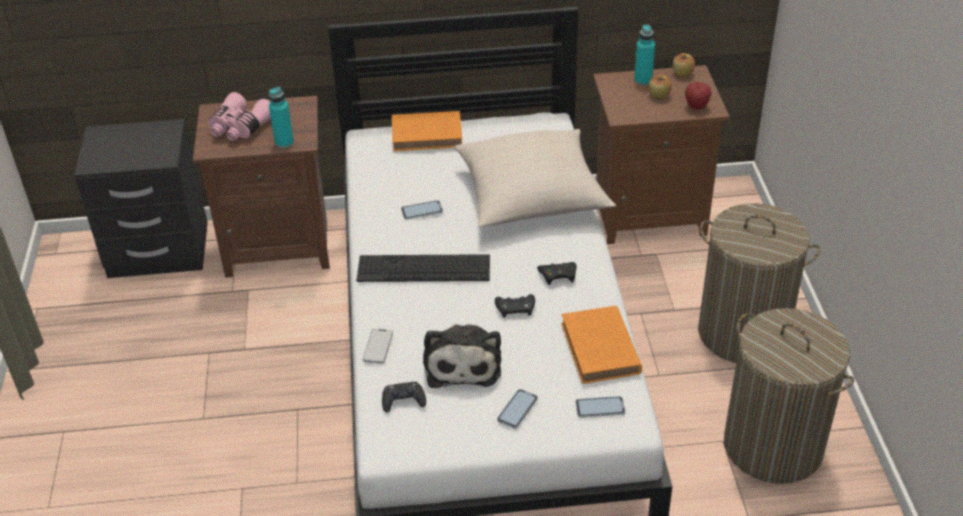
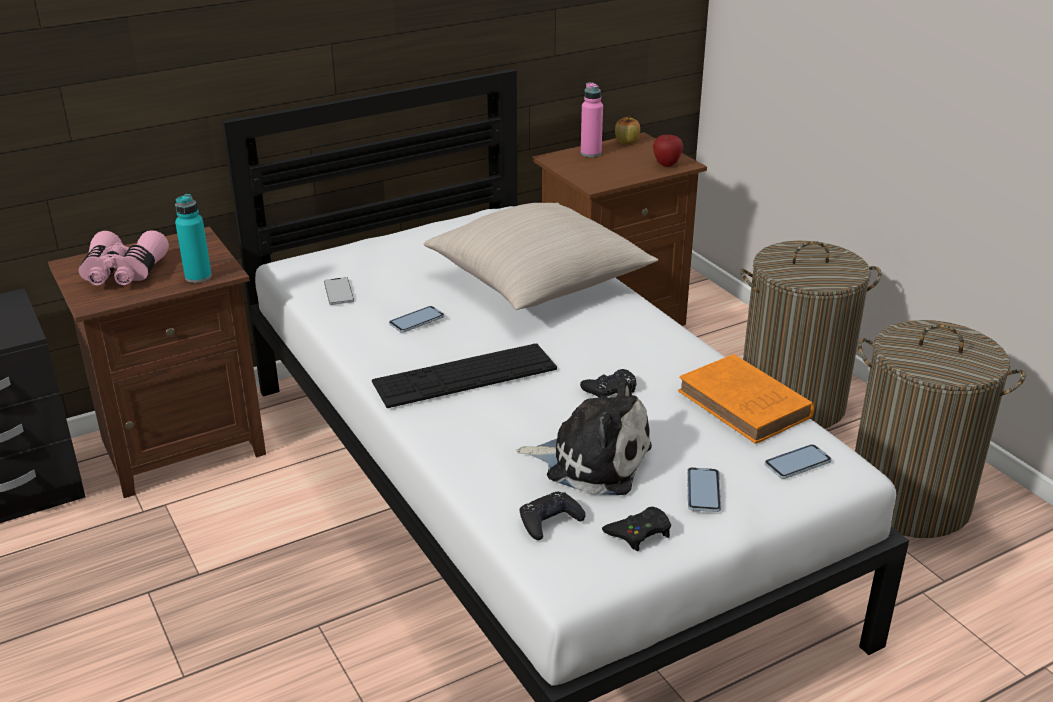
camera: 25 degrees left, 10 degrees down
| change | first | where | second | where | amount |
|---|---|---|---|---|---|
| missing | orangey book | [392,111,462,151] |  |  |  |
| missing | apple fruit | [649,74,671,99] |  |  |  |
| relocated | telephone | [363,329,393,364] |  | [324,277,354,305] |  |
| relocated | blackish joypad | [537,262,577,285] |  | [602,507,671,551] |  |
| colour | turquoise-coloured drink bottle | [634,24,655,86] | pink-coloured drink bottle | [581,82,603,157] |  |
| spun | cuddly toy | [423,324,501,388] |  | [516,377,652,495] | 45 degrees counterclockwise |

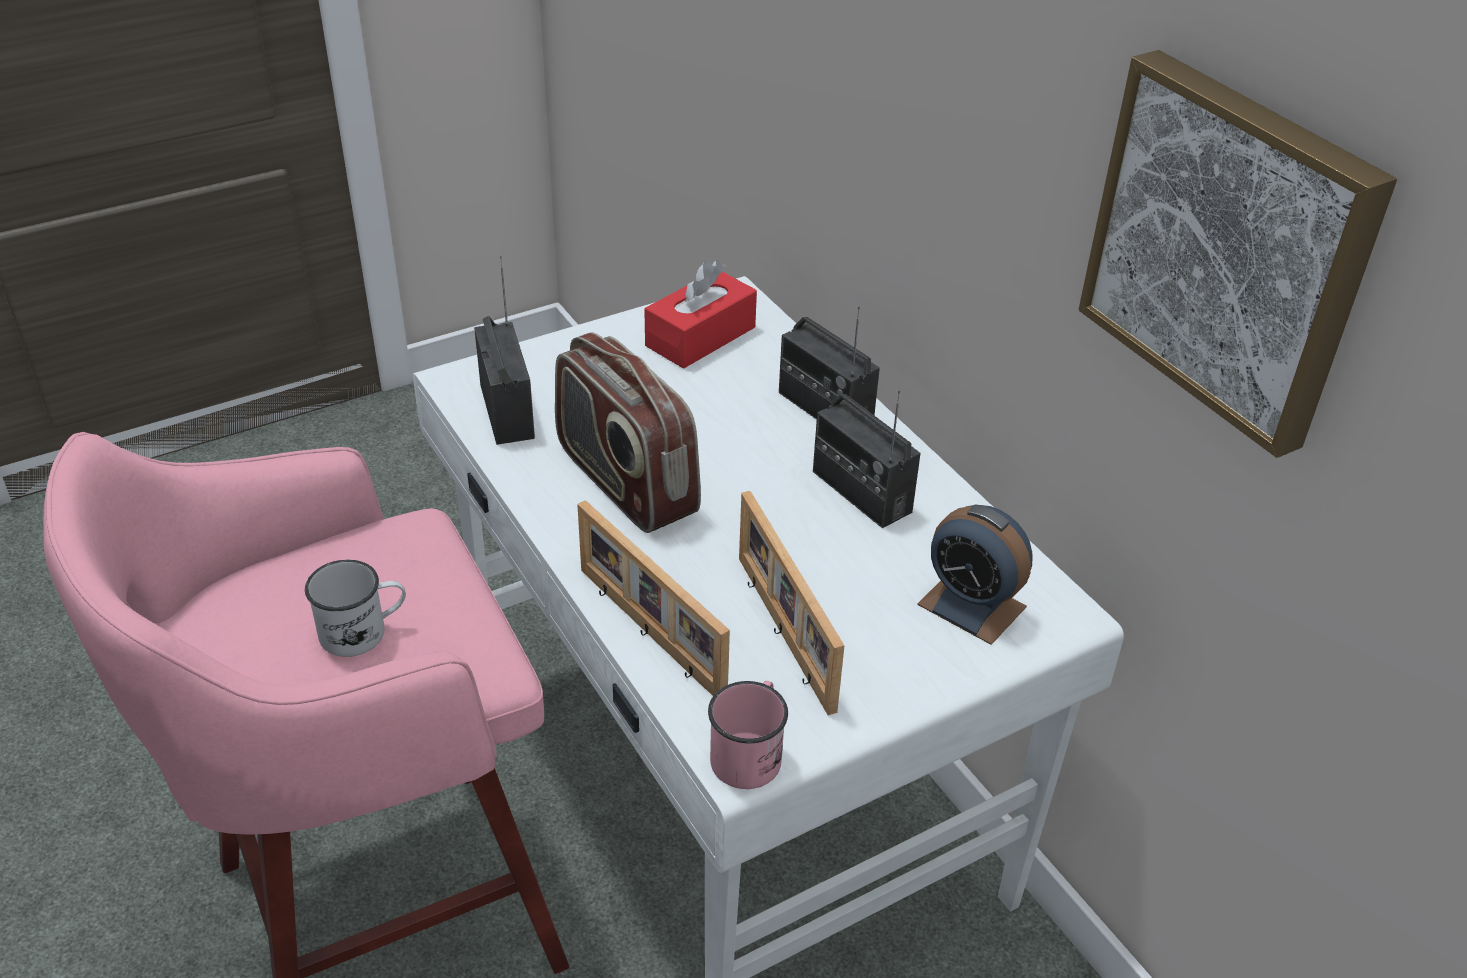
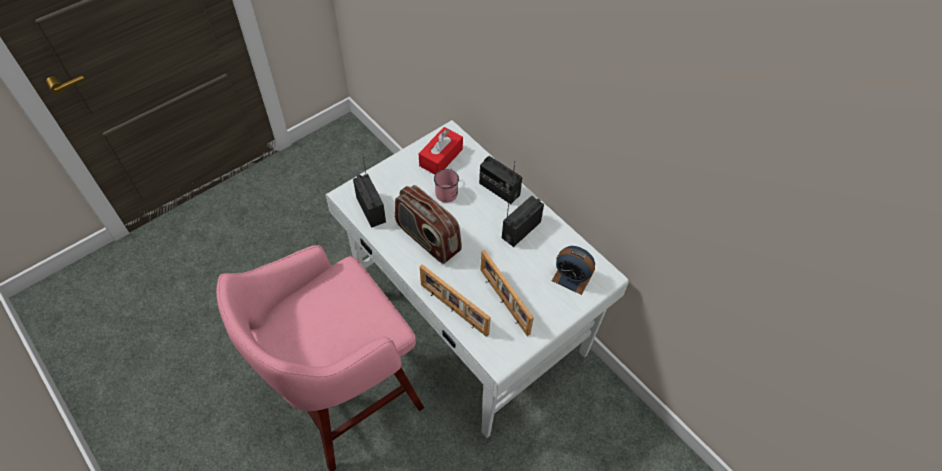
camera: 10 degrees left, 15 degrees up
| change | first | where | second | where | amount |
|---|---|---|---|---|---|
| missing | whitish coffee mug | [305,560,406,657] |  |  |  |
| missing | wall art | [1078,50,1397,458] |  |  |  |
| relocated | pink-coloured coffee mug | [708,681,788,789] |  | [434,168,459,203] |  |
| spun | radio | [813,390,921,528] |  | [502,196,544,247] | 90 degrees clockwise |

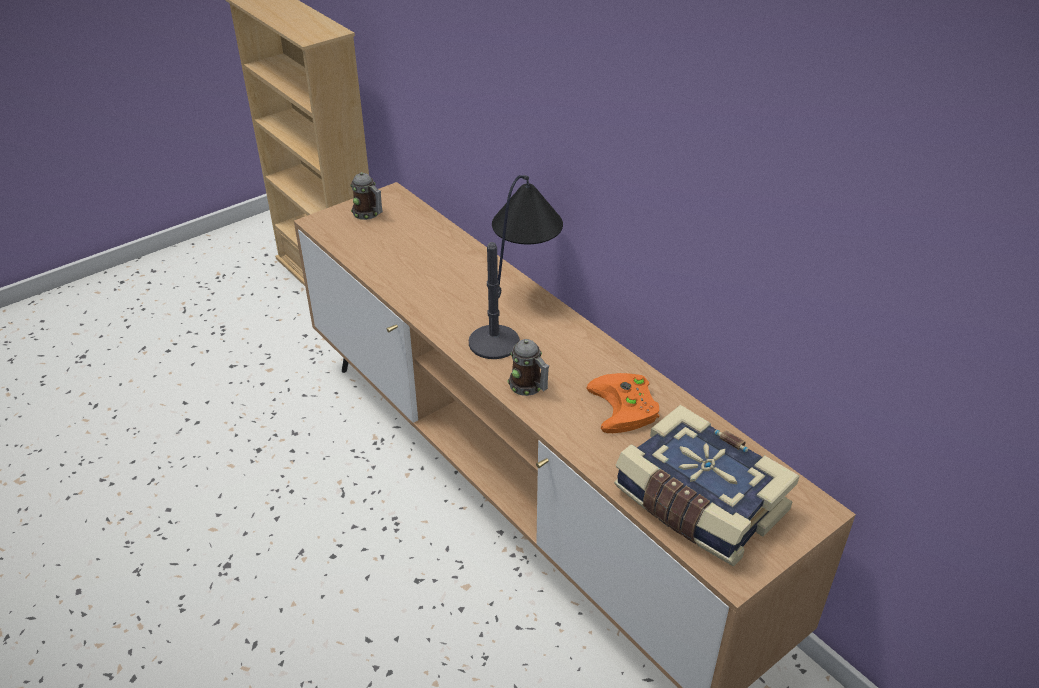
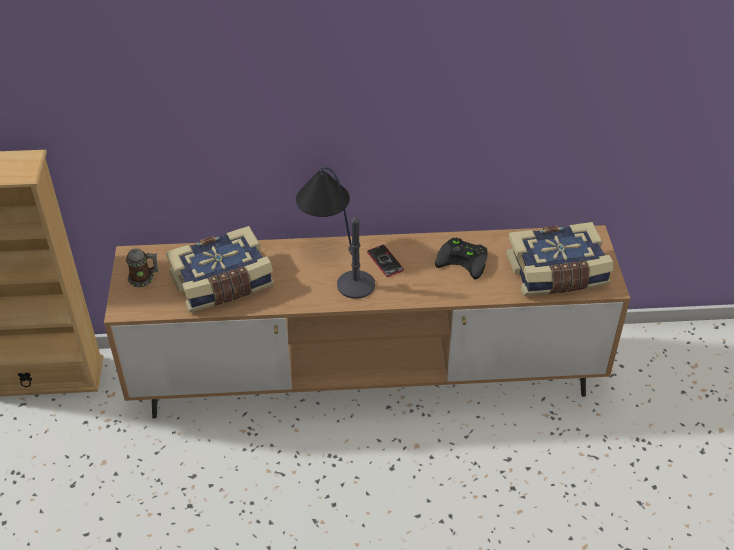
camera: 55 degrees left, 5 degrees up
| change | first | where | second | where | amount |
|---|---|---|---|---|---|
| missing | coffee mug | [507,339,549,396] |  |  |  |
| appeared |  |  | book | [166,226,274,313] |  |
| appeared |  |  | telephone | [367,245,404,277] |  |
| colour | orangey joypad | [586,373,659,433] | blackish joypad | [435,238,488,279] |  |

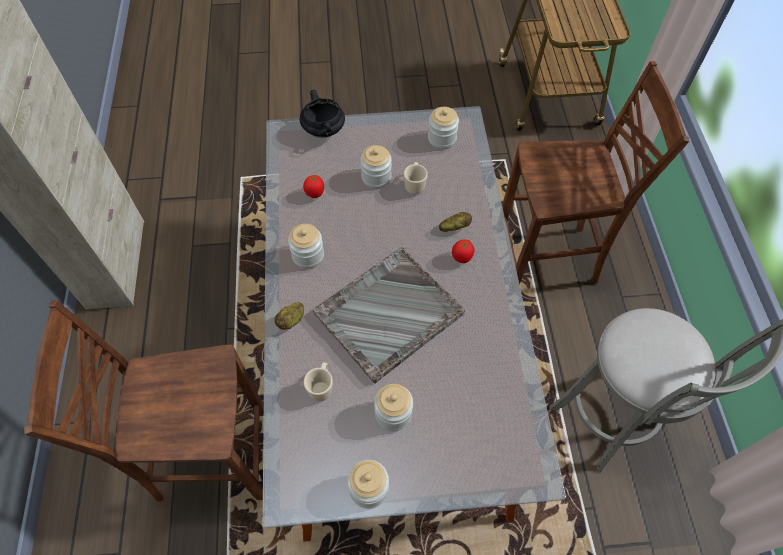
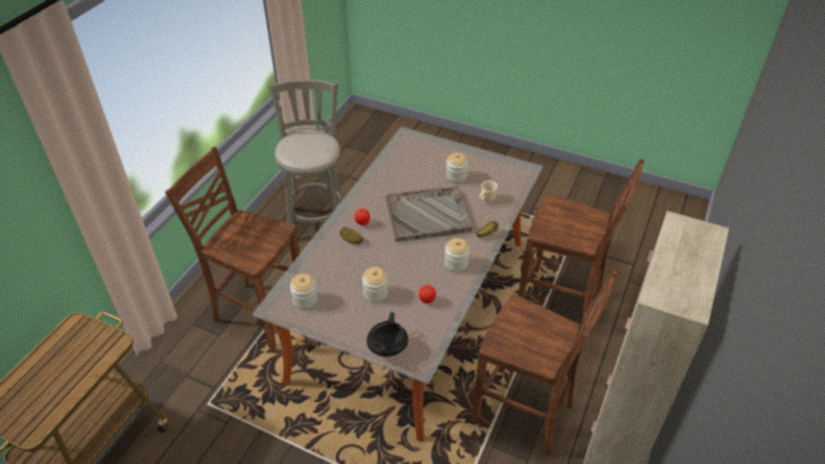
camera: 150 degrees left, 15 degrees down
| change | first | where | second | where | amount |
|---|---|---|---|---|---|
| missing | preserve jar | [347,460,389,509] |  |  |  |
| missing | beige-coloured coffee mug | [404,162,428,194] |  |  |  |
| appeared |  |  | brown-coloured chair | [471,271,617,455] |  |

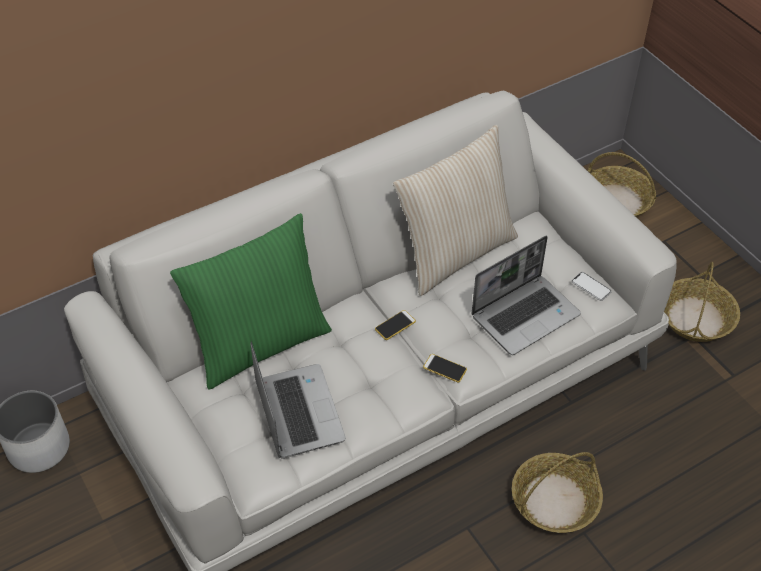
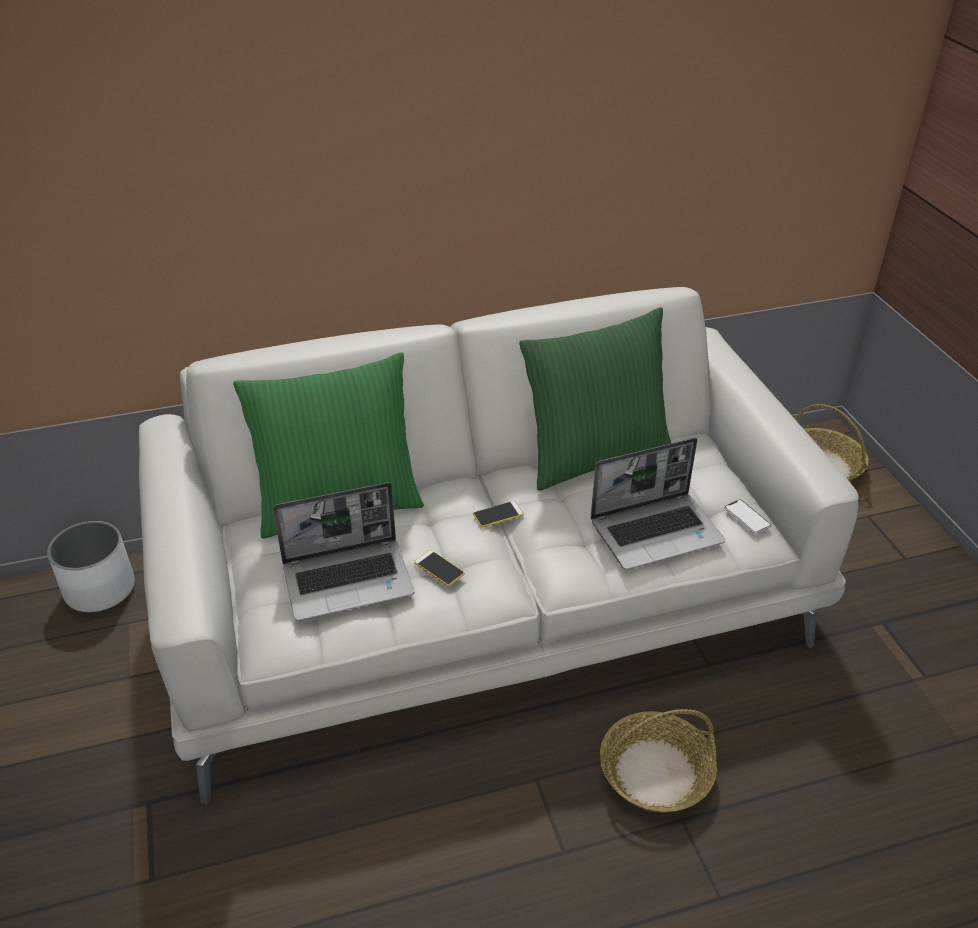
camera: 15 degrees right, 10 degrees down
| change | first | where | second | where | amount |
|---|---|---|---|---|---|
| missing | storage basket | [664,262,740,342] |  |  |  |
| relocated | telephone | [423,354,467,383] |  | [414,550,465,586] |  |
| colour | beige-coloured throw pillow | [393,125,518,296] | greenish throw pillow | [519,307,671,491] |  |
| spun | portable computer | [251,342,346,458] |  | [273,482,414,621] | 75 degrees clockwise |

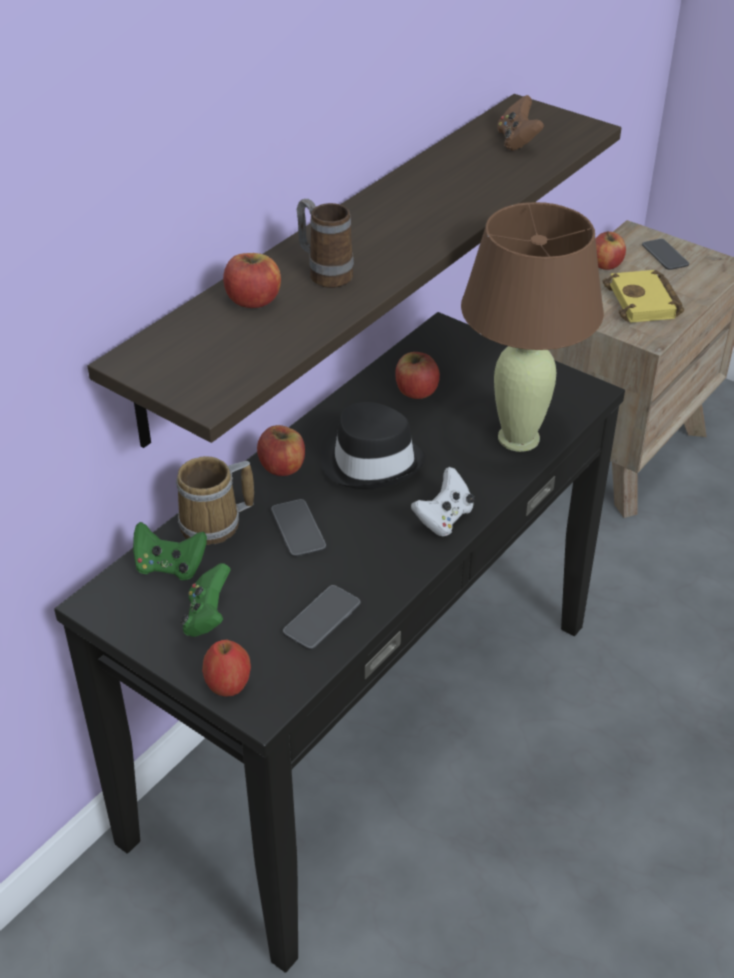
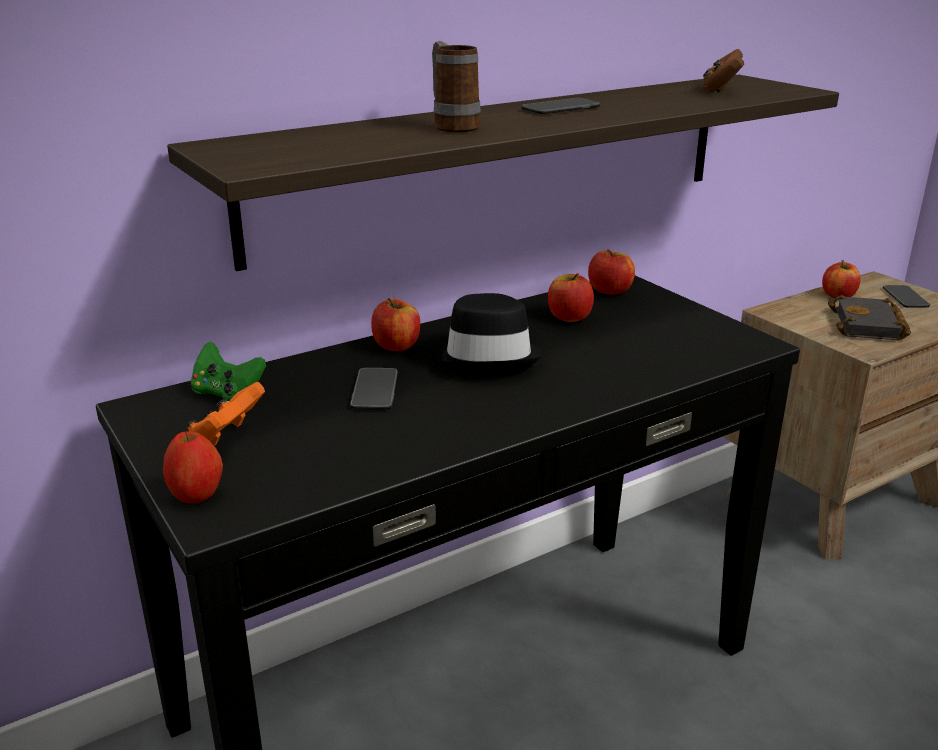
camera: 20 degrees right, 15 degrees down
| change | first | where | second | where | amount |
|---|---|---|---|---|---|
| missing | coffee mug | [176,456,254,545] |  |  |  |
| missing | whitish joypad | [411,467,475,536] |  |  |  |
| missing | brown-coloured tabletop lamp | [461,202,604,452] |  |  |  |
| relocated | apple fruit | [223,253,281,308] |  | [588,249,635,295] |  |
| relocated | telephone | [282,585,361,650] |  | [521,98,601,114] |  |
| colour | greenish joypad | [181,563,231,637] | orangey joypad | [186,382,265,446] |  |
| colour | yellow-coloured book | [603,270,684,323] | blackish book | [828,295,911,340] |  |

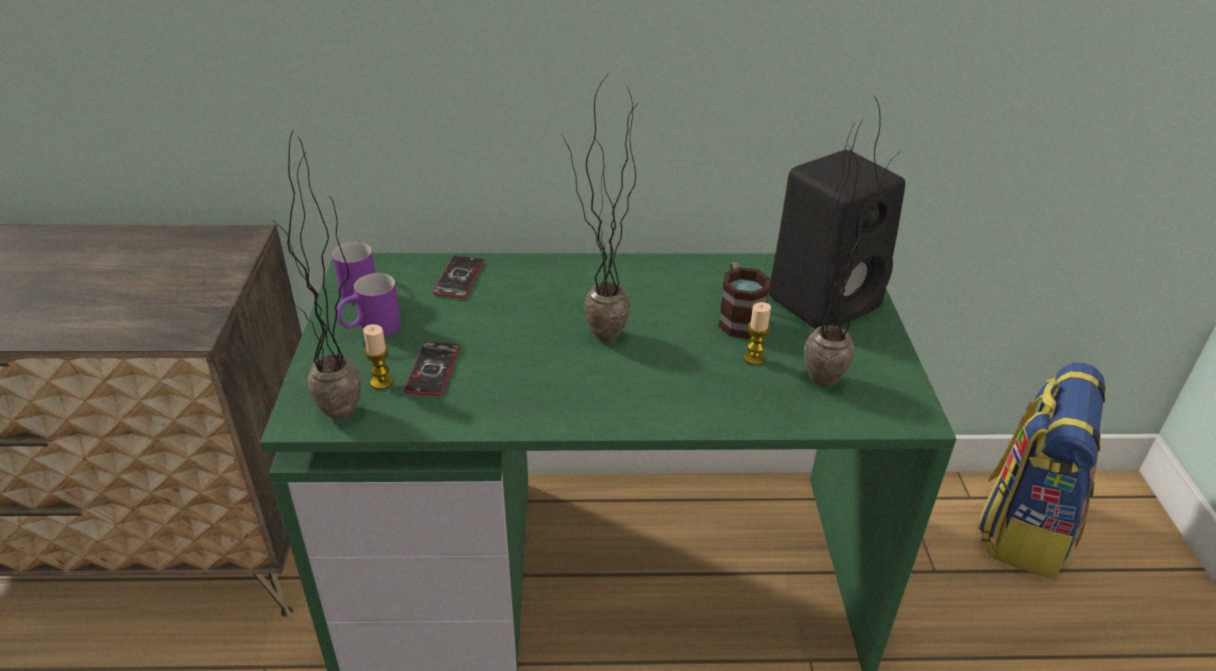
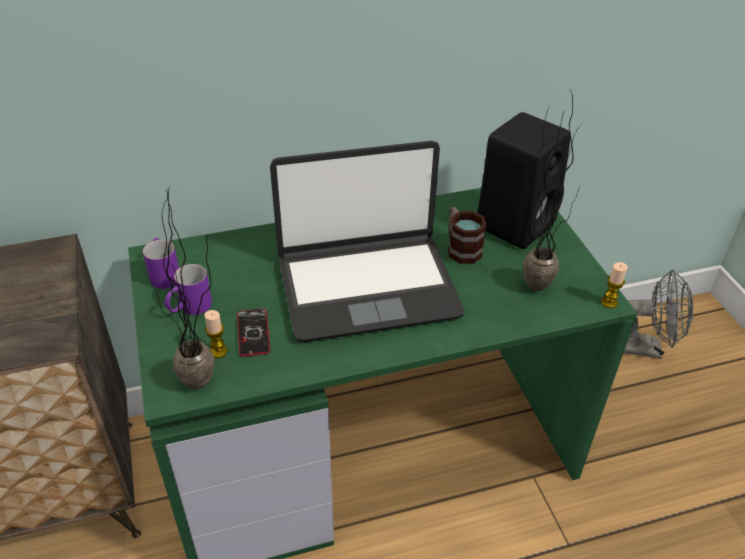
camera: 15 degrees left, 5 degrees up
| change | first | where | second | where | amount |
|---|---|---|---|---|---|
| missing | telephone | [433,256,484,298] |  |  |  |
| relocated | candle | [744,302,771,365] |  | [601,262,628,308] |  |
| exchanged | plant in a pot | [562,74,639,341] | portable computer | [270,141,464,342] |  |
| exchanged | backpack | [977,362,1106,579] | gray cooling fan | [624,269,693,359] |  |

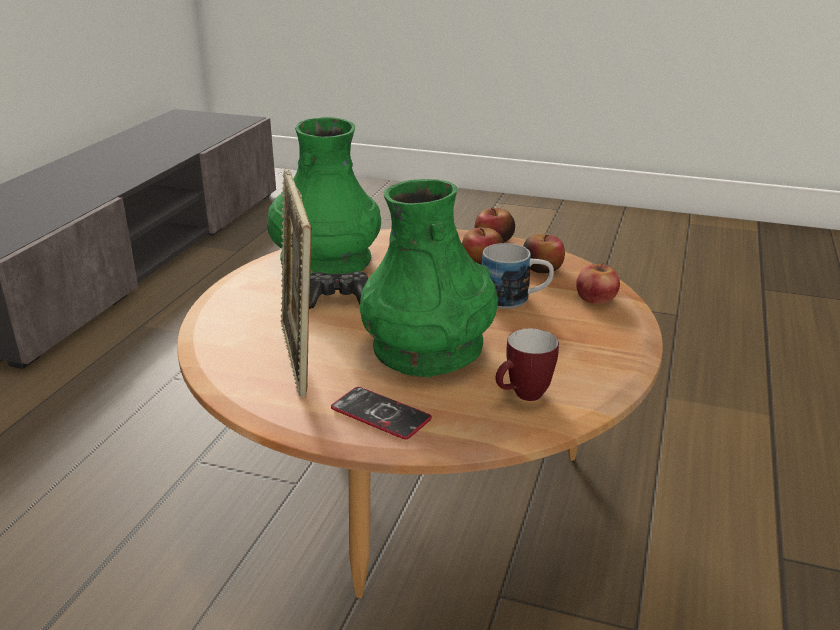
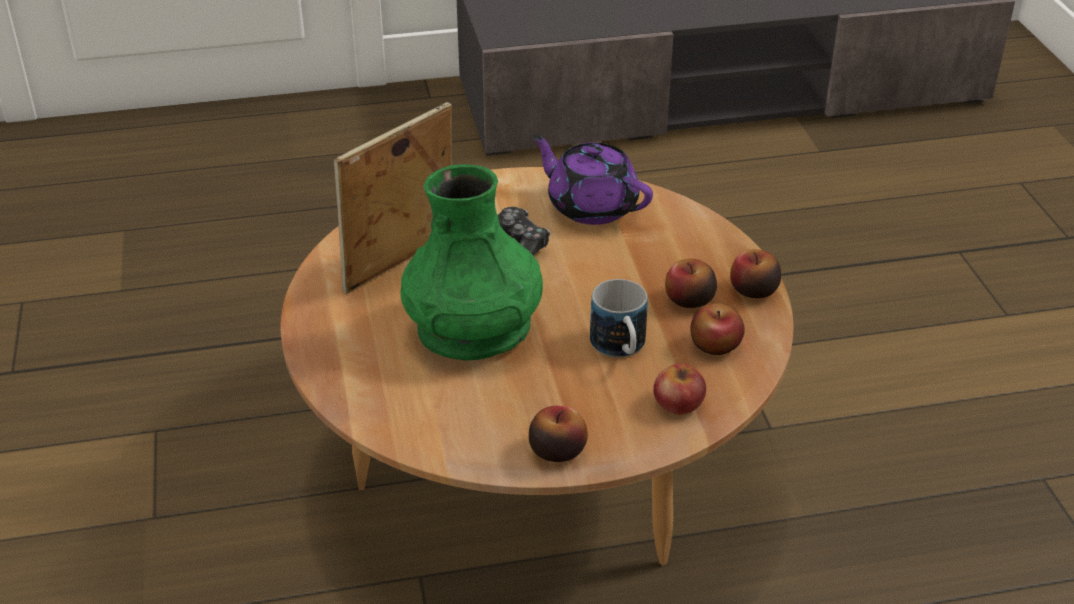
camera: 60 degrees right, 10 degrees up
| change | first | where | second | where | amount |
|---|---|---|---|---|---|
| missing | telephone | [331,387,432,440] |  |  |  |
| missing | coffee mug | [496,328,559,401] |  |  |  |
| appeared |  |  | apple fruit | [529,406,588,462] |  |
| exchanged | greenish flower vase | [267,117,381,274] | purple-coloured tea pot | [531,135,653,225] |  |

